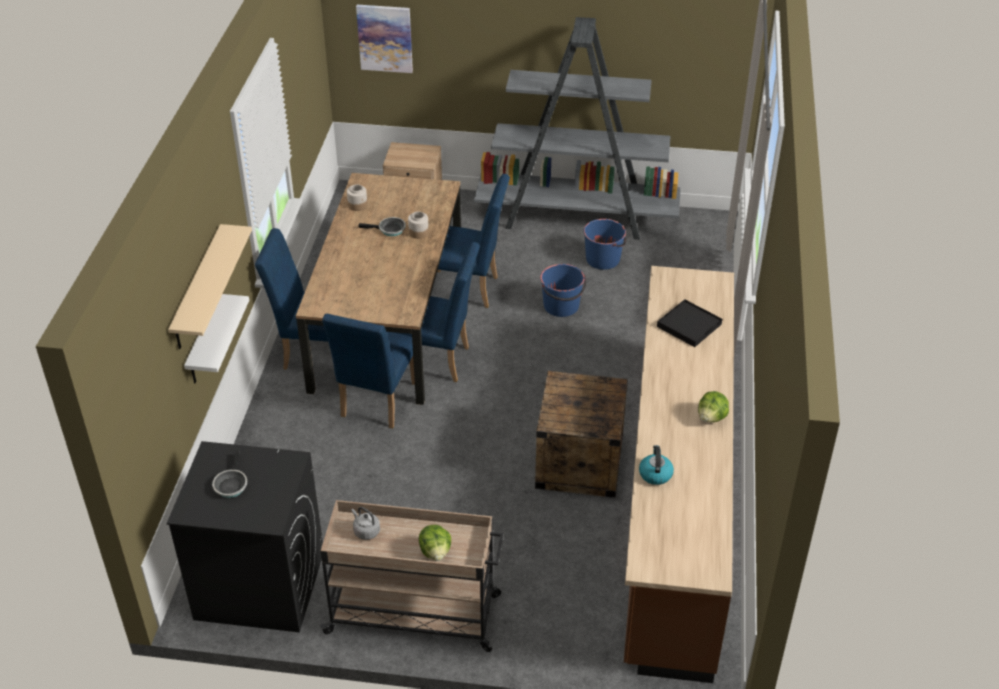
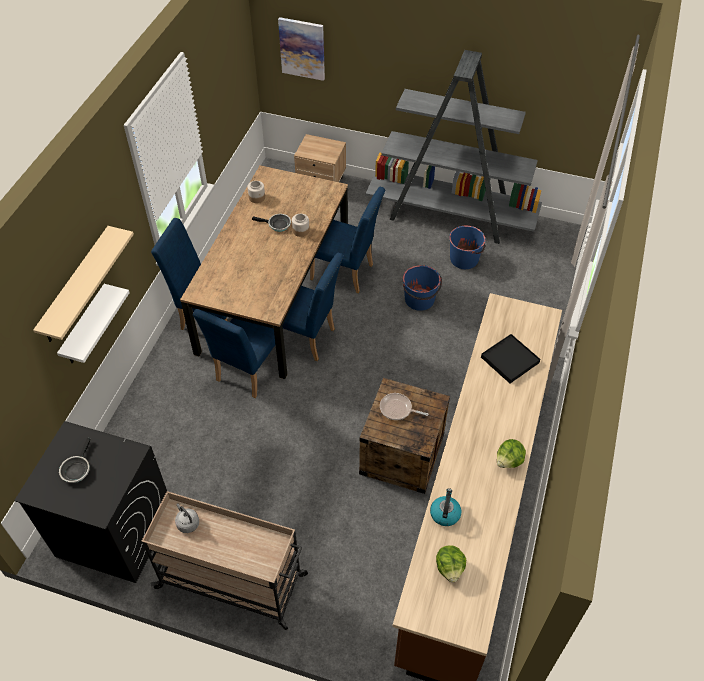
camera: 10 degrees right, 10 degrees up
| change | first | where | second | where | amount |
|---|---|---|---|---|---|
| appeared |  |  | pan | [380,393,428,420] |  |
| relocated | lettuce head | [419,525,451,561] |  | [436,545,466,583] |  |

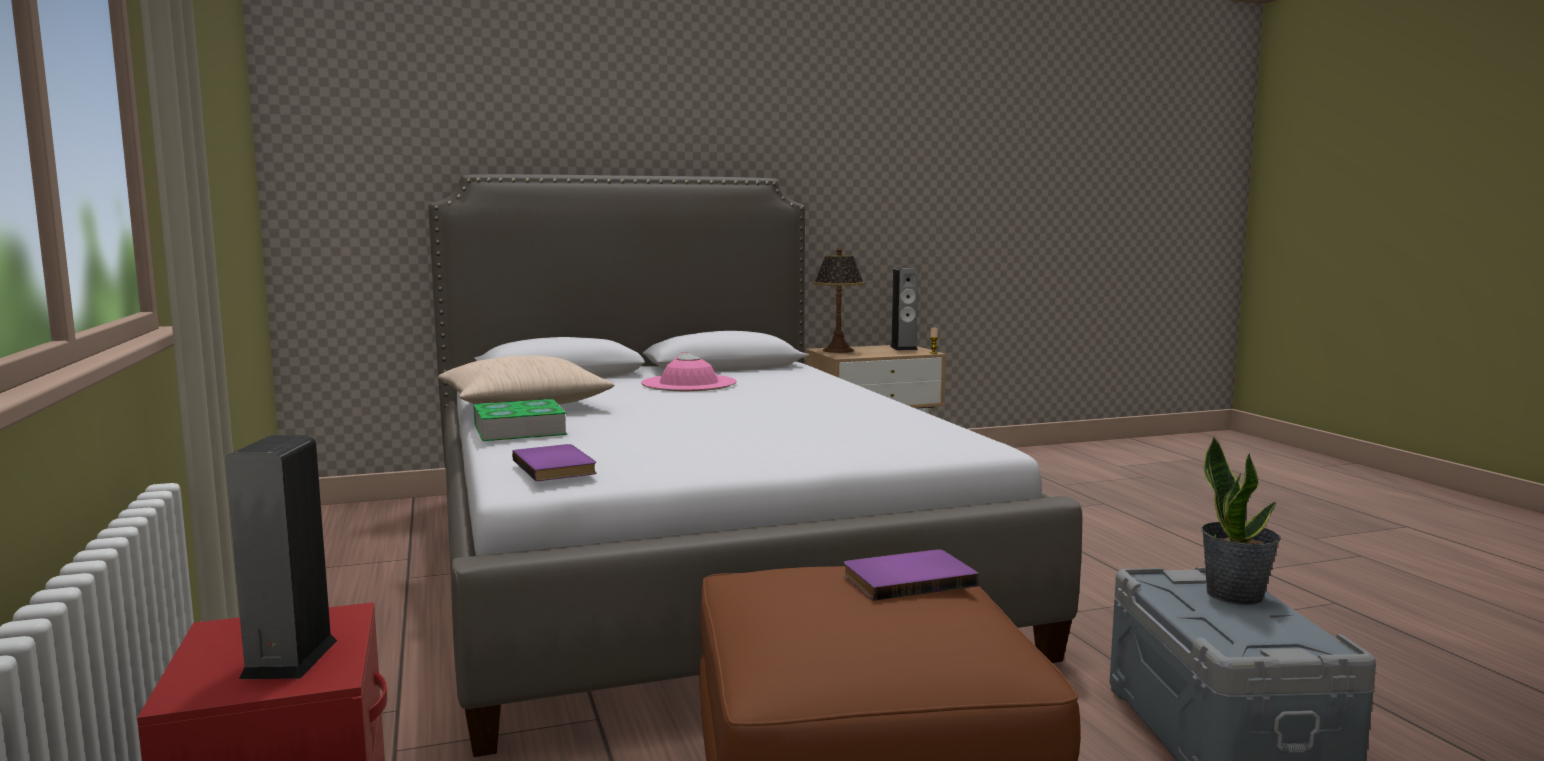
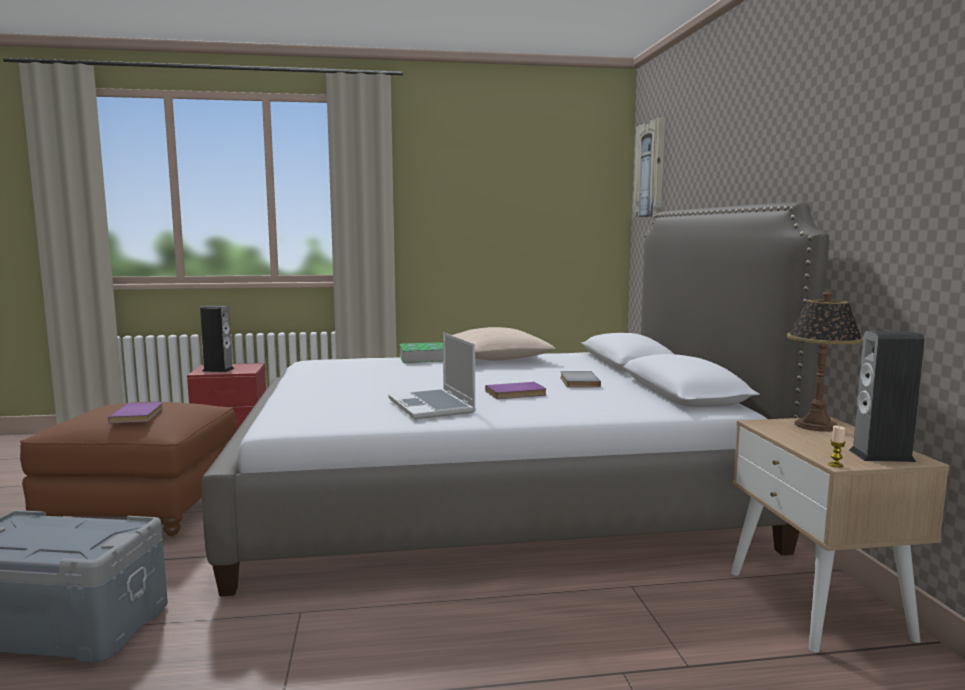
camera: 100 degrees right, 0 degrees up
| change | first | where | second | where | amount |
|---|---|---|---|---|---|
| missing | plant in a pot | [1201,436,1280,605] |  |  |  |
| appeared |  |  | portable computer | [388,332,476,419] |  |
| appeared |  |  | wall art | [633,117,665,218] |  |
| relocated | purple-coloured book | [512,444,597,481] |  | [485,382,547,399] |  |
| exchanged | pink-coloured wearable hat | [641,352,737,391] | gray book | [560,371,601,388] |  |

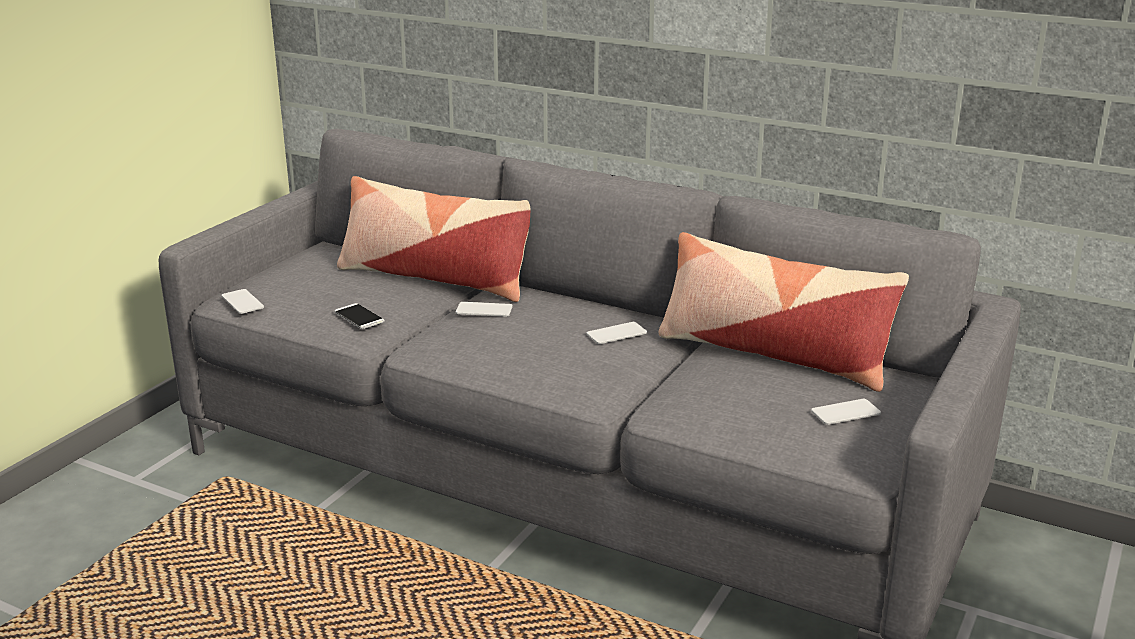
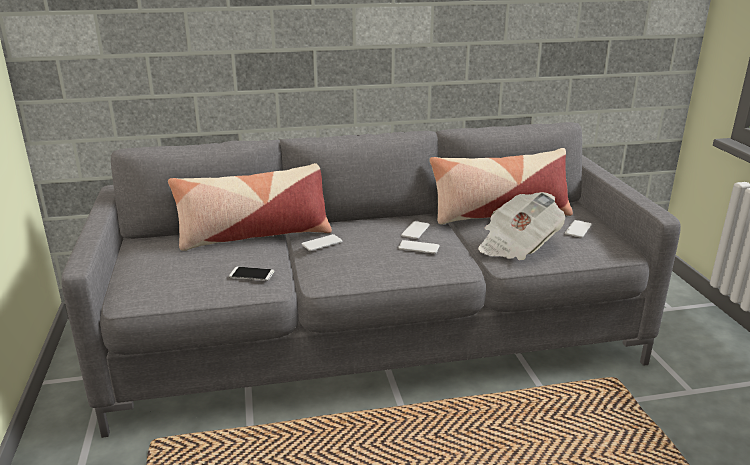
camera: 40 degrees left, 0 degrees up
| change | first | where | second | where | amount |
|---|---|---|---|---|---|
| appeared |  |  | printed paper | [478,192,565,260] |  |
| relocated | telephone | [222,289,264,314] |  | [398,240,439,254] |  |

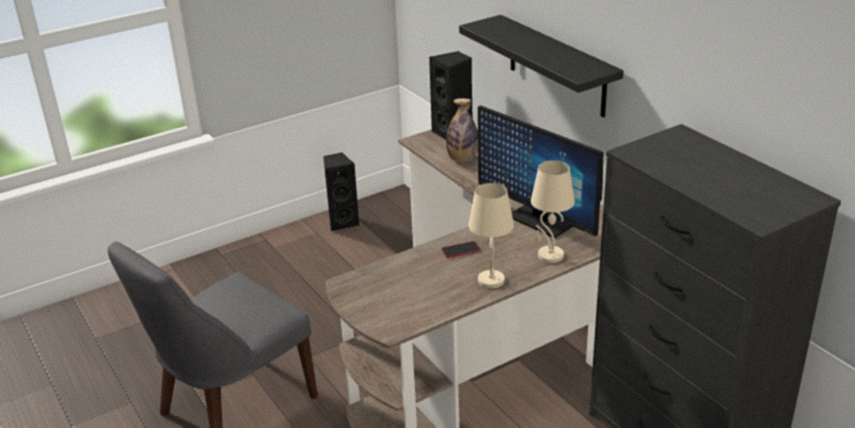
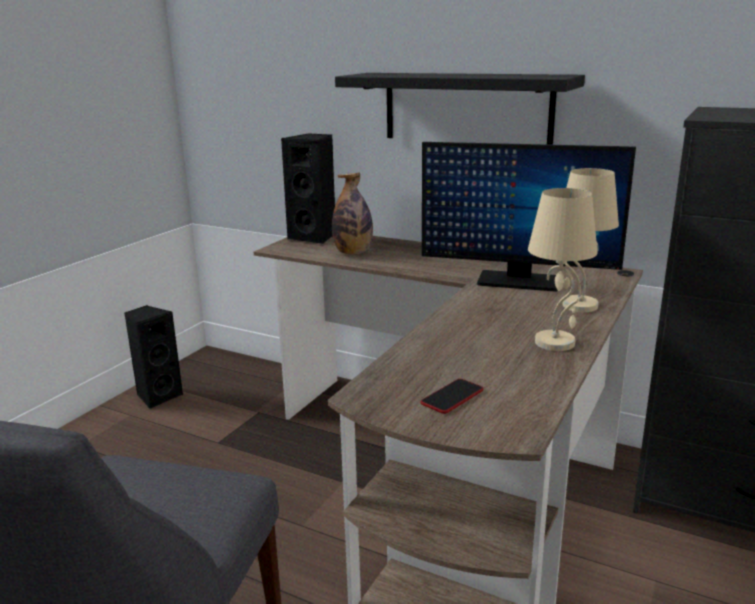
camera: 30 degrees left, 10 degrees down
| change | first | where | second | where | amount |
|---|---|---|---|---|---|
| relocated | telephone | [441,241,481,258] |  | [421,379,484,414] |  |

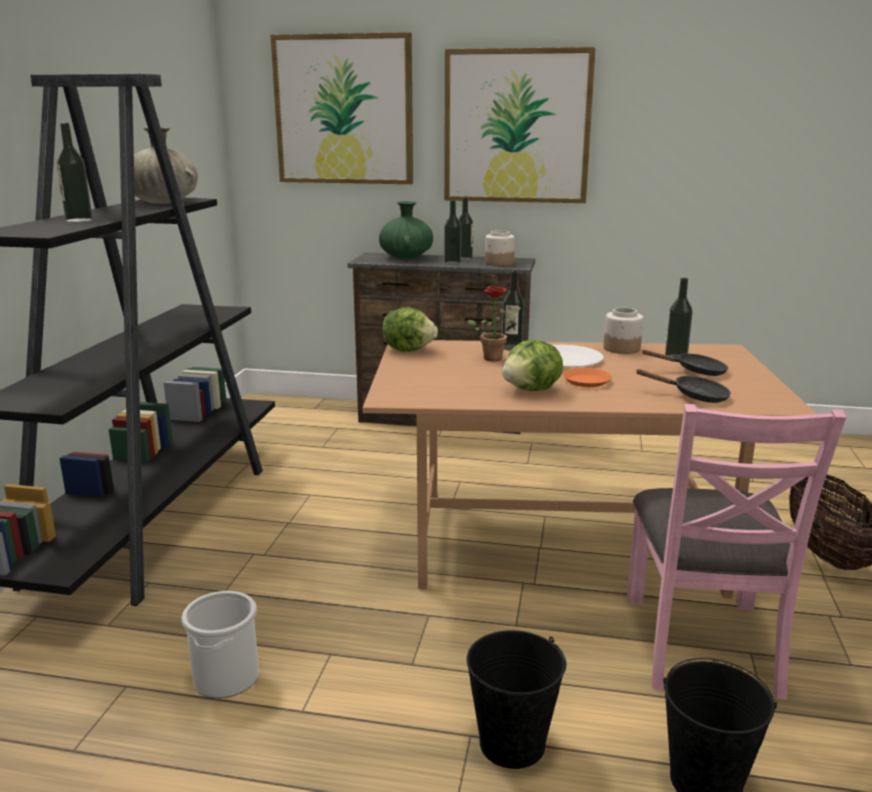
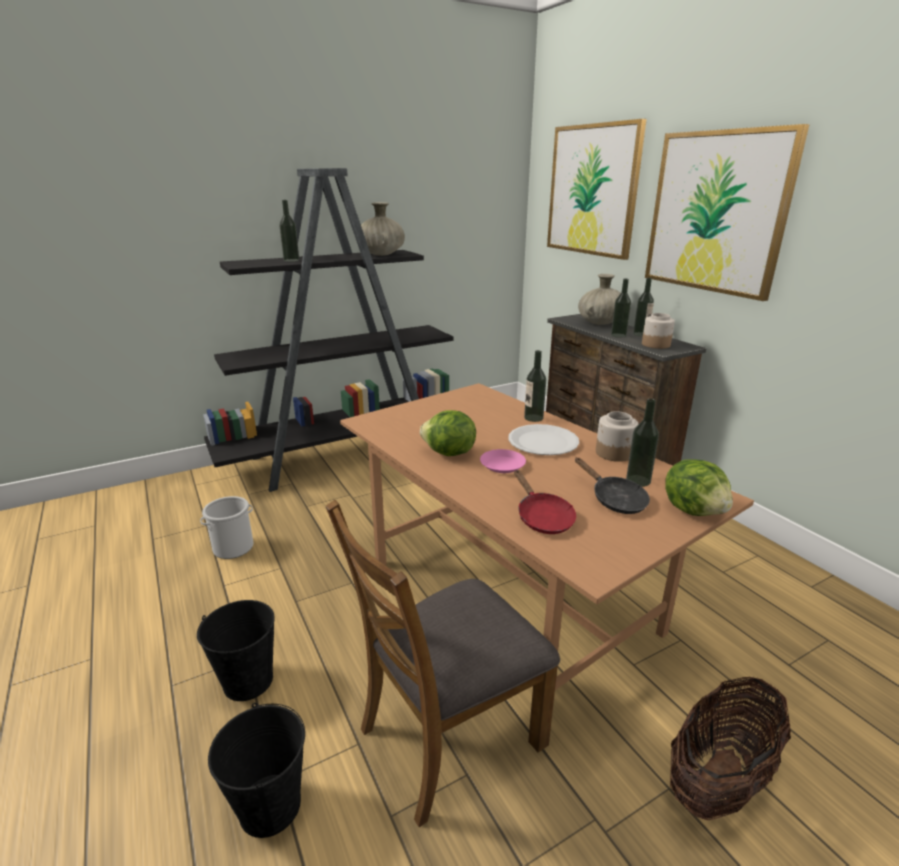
camera: 50 degrees right, 5 degrees up
| change | first | where | second | where | amount |
|---|---|---|---|---|---|
| missing | plant in a pot | [467,286,520,362] |  |  |  |
| relocated | lettuce head | [382,307,438,352] |  | [665,459,733,516] |  |
| colour | greenish flower vase | [379,201,433,259] | beige-coloured flower vase | [578,274,621,325] |  |
| colour | orangey dinner plate | [562,368,612,387] | pink-coloured dinner plate | [480,449,526,473] |  |
| colour | pink-coloured chair | [627,404,846,699] | brown-coloured chair | [325,500,560,827] |  |
| colour | blackish pan | [635,369,731,403] | red pan | [514,470,576,534] |  |

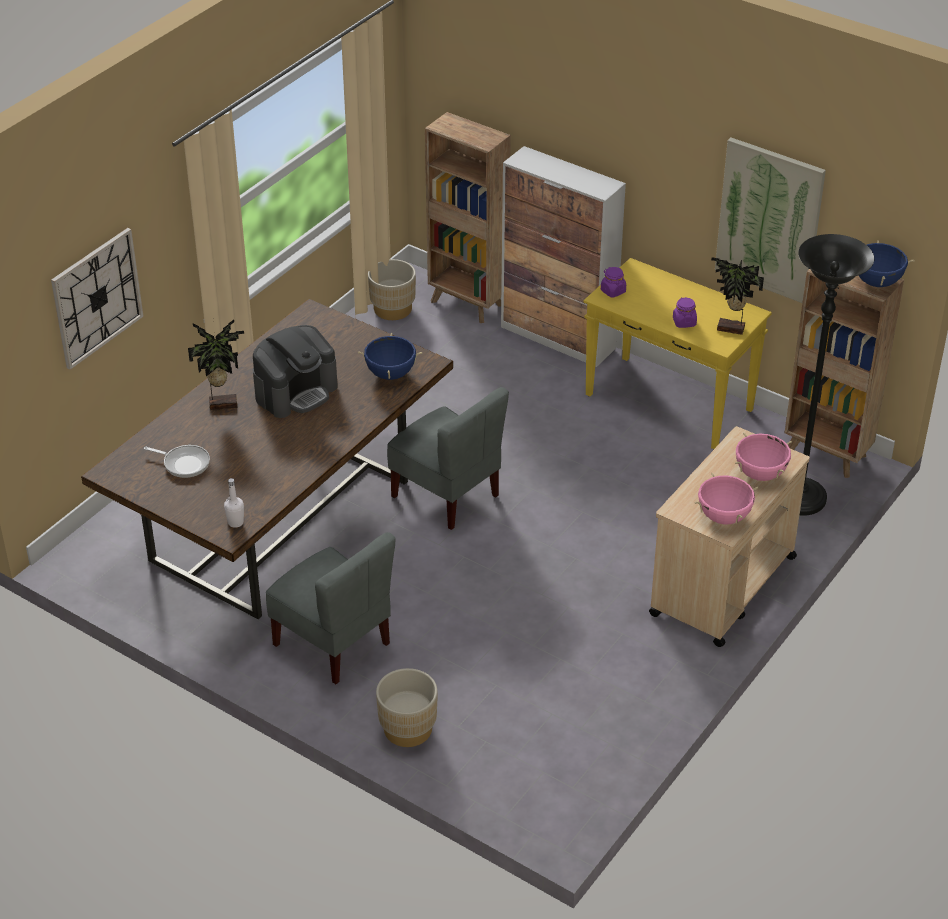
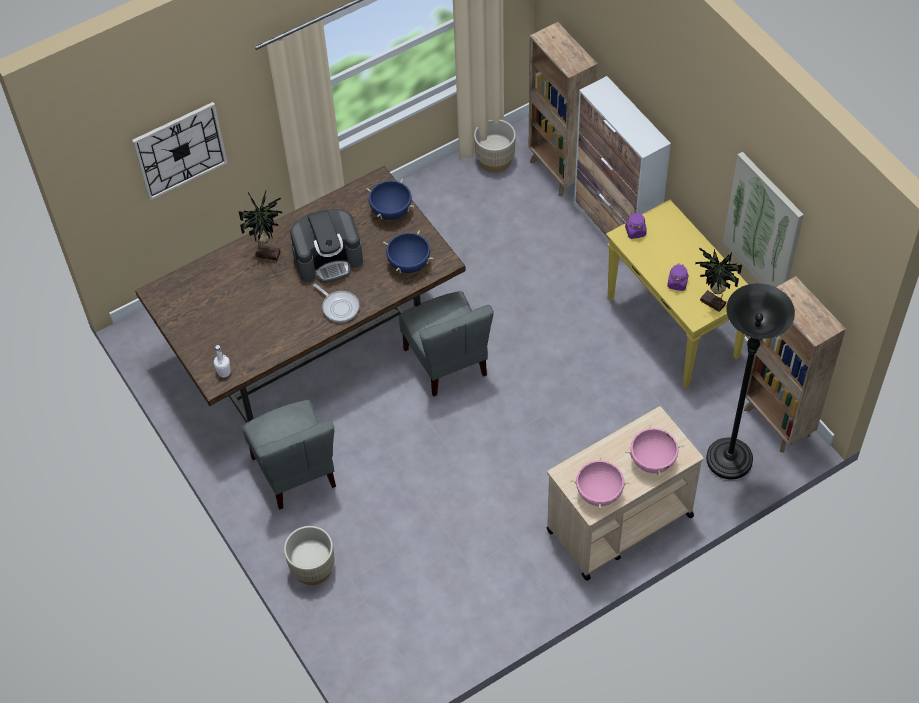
camera: 25 degrees right, 15 degrees up
| change | first | where | second | where | amount |
|---|---|---|---|---|---|
| relocated | pan | [144,445,210,478] |  | [313,283,360,323] |  |
| relocated | blue-coloured saucepot | [858,240,915,287] |  | [366,179,414,220] |  |

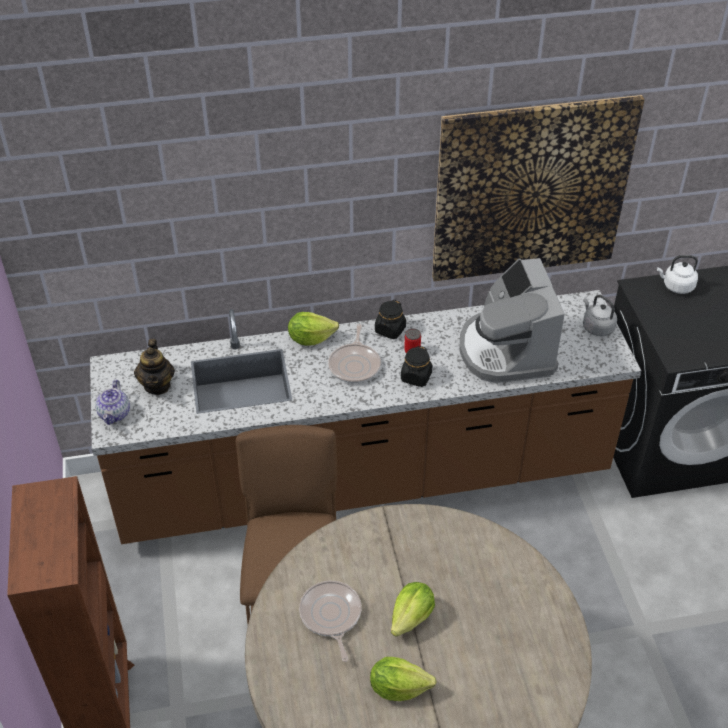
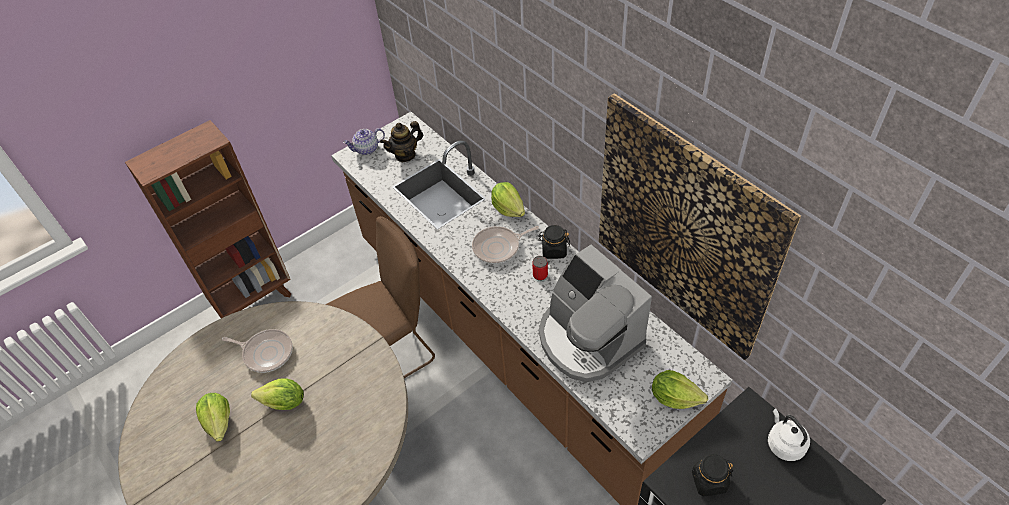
camera: 65 degrees right, 5 degrees up
| change | first | where | second | where | amount |
|---|---|---|---|---|---|
| relocated | blackish preserve jar | [401,346,432,387] |  | [692,454,733,496] |  |
| exchanged | gray tea kettle | [583,295,617,336] | lettuce head | [652,370,708,409] |  |
| spun | pan | [299,581,362,662] |  | [222,329,293,373] | 60 degrees clockwise |
| spun | coffee machine | [459,258,565,383] |  | [539,245,652,382] | 90 degrees counterclockwise |

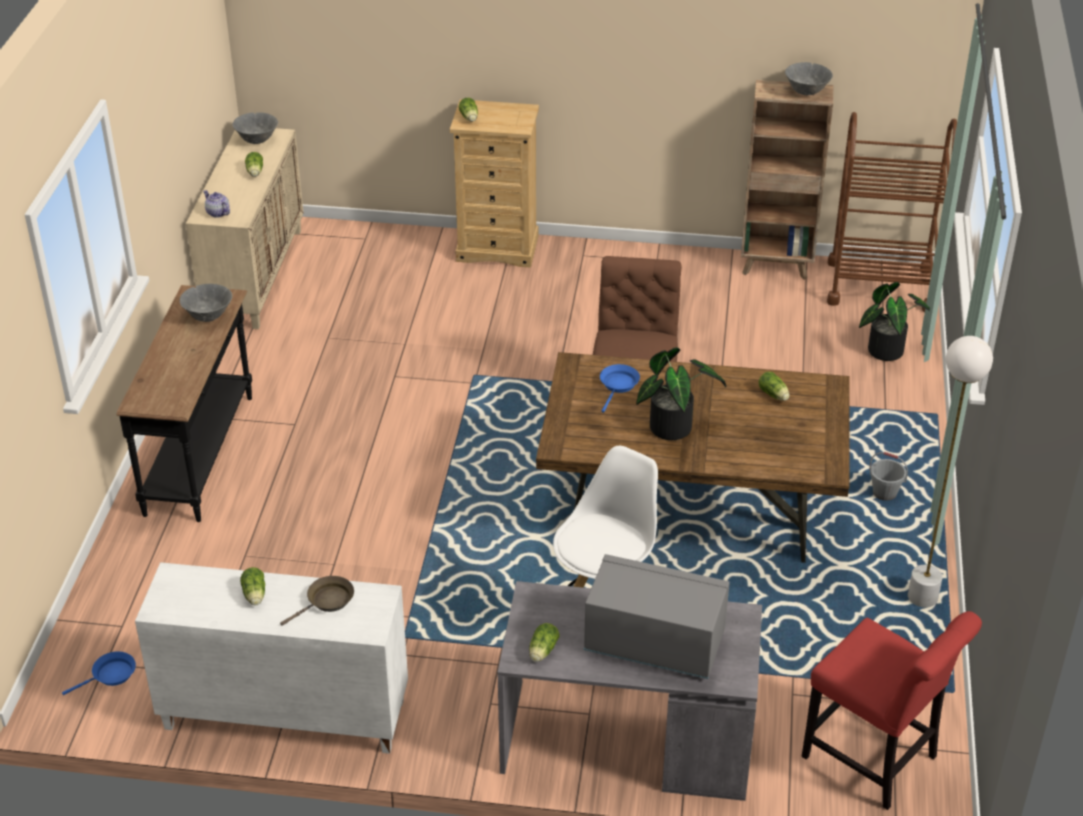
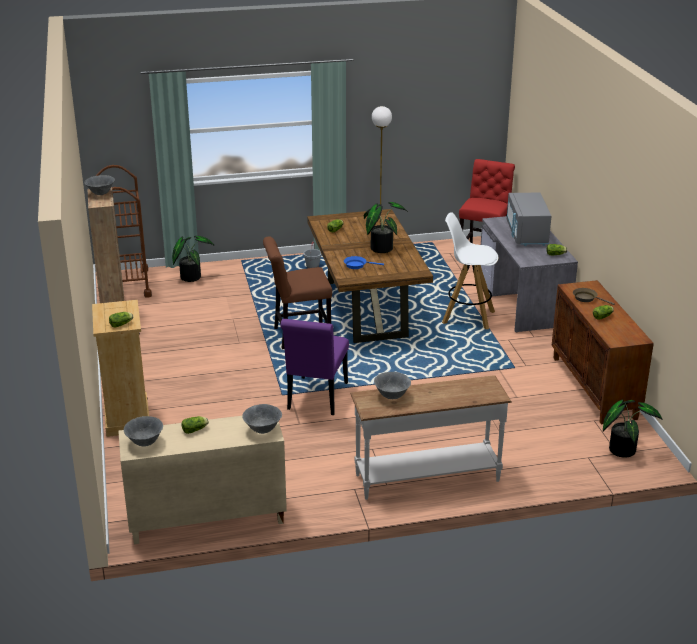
camera: 110 degrees left, 10 degrees down
| change | first | where | second | where | amount |
|---|---|---|---|---|---|
| appeared |  |  | purple-coloured chair | [280,319,349,415] |  |
| exchanged | blue-coloured pan | [62,651,136,695] | plant in a pot | [603,399,663,458] |  |
| exchanged | tea pot | [203,190,230,218] | gray serving bowl | [242,404,282,434] |  |
| colour | blackish hall table | [116,285,252,522] | whitish hall table | [350,375,512,500] |  |
| colour | whitish cabinet | [135,562,408,754] | brown-coloured cabinet | [552,280,654,425] |  |

